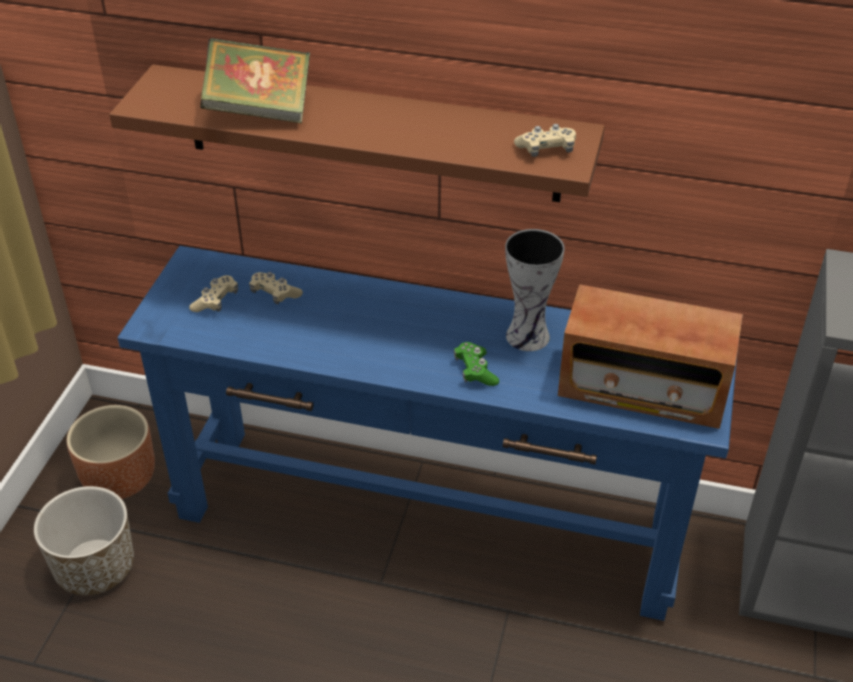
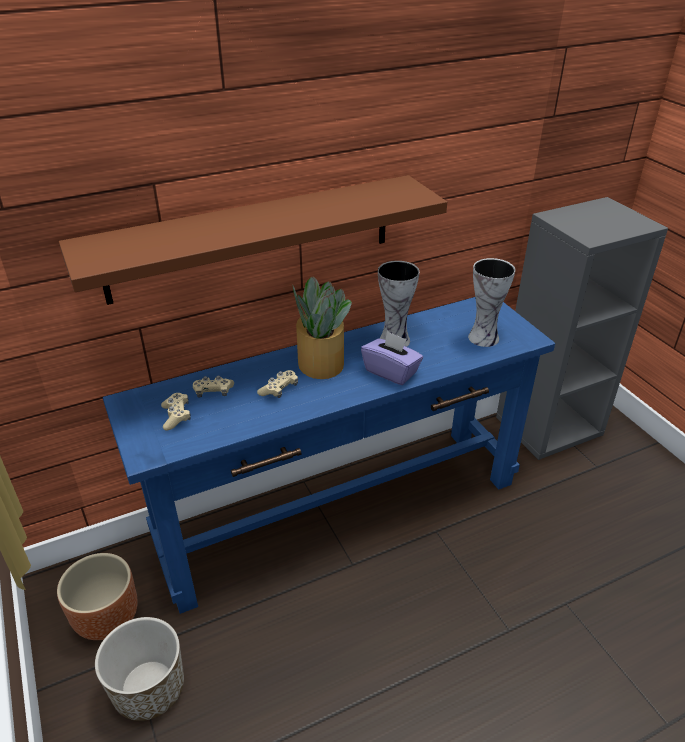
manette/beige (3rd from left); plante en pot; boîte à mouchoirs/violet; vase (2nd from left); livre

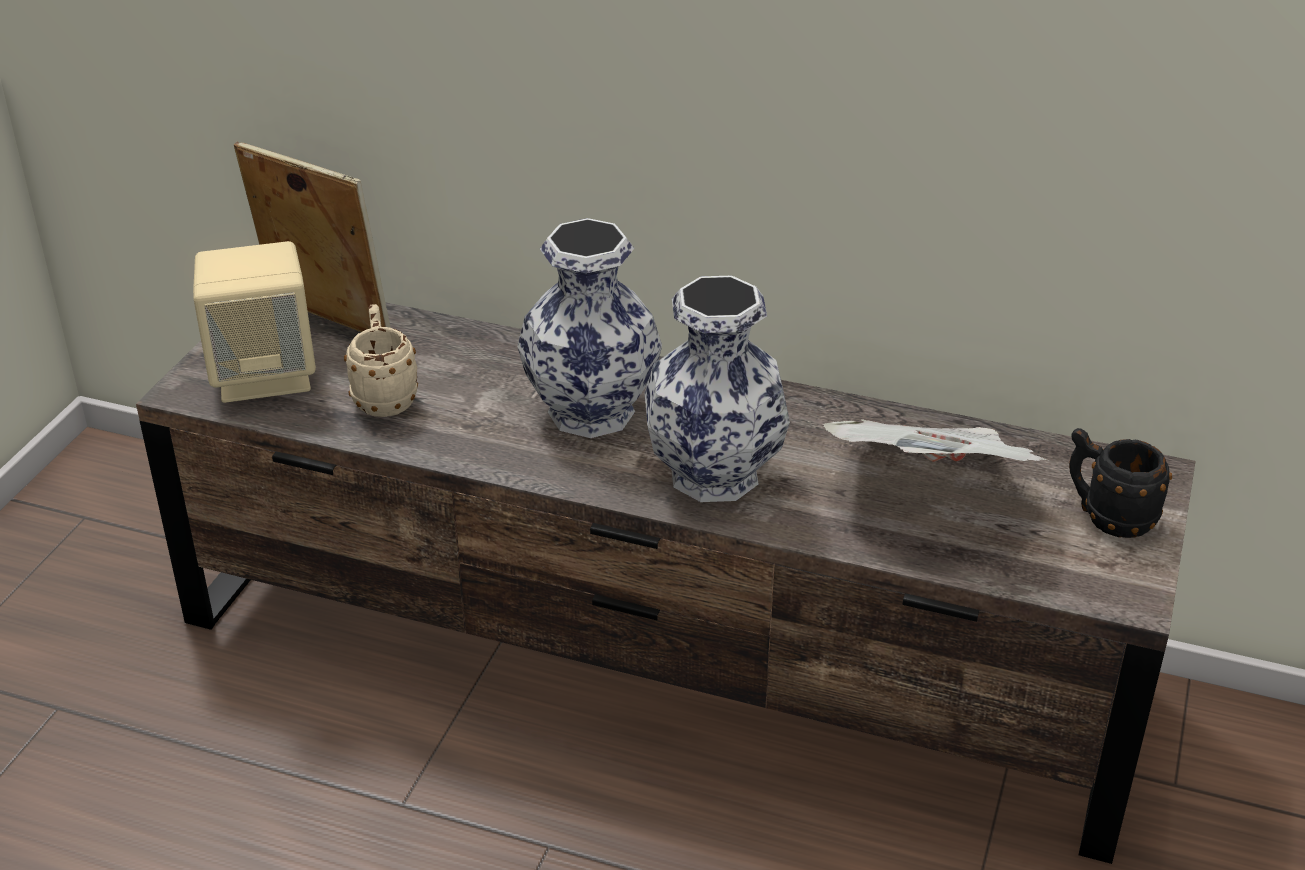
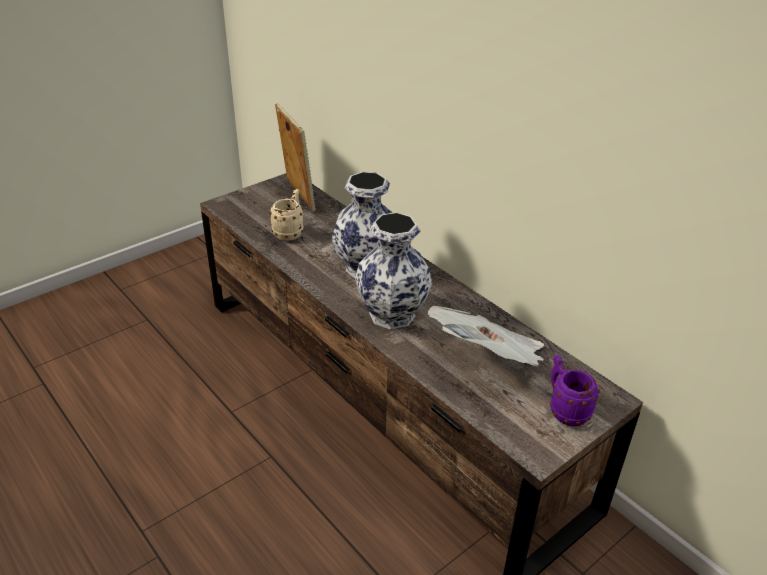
mug/violet; enceinte/beige

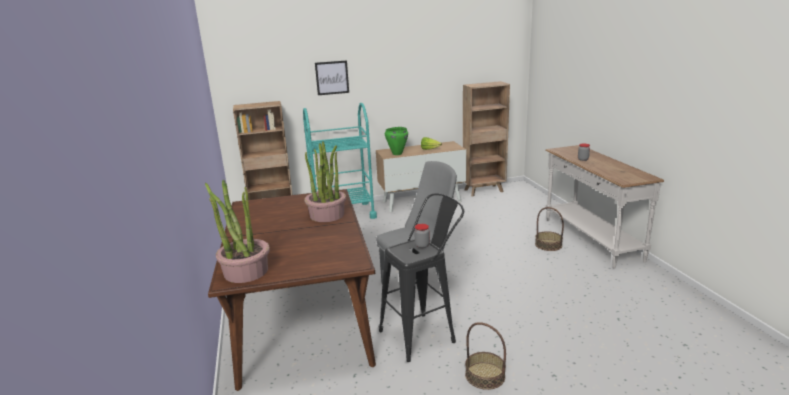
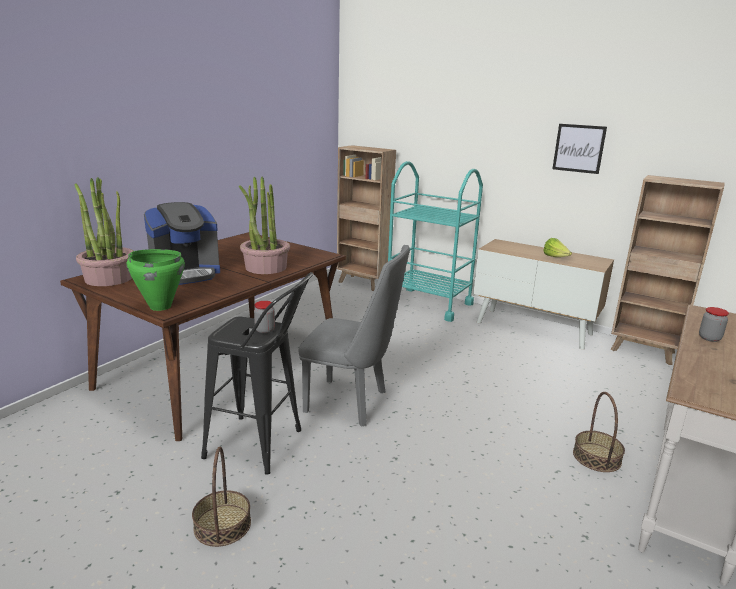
marmite/vert; machine à café; tableau

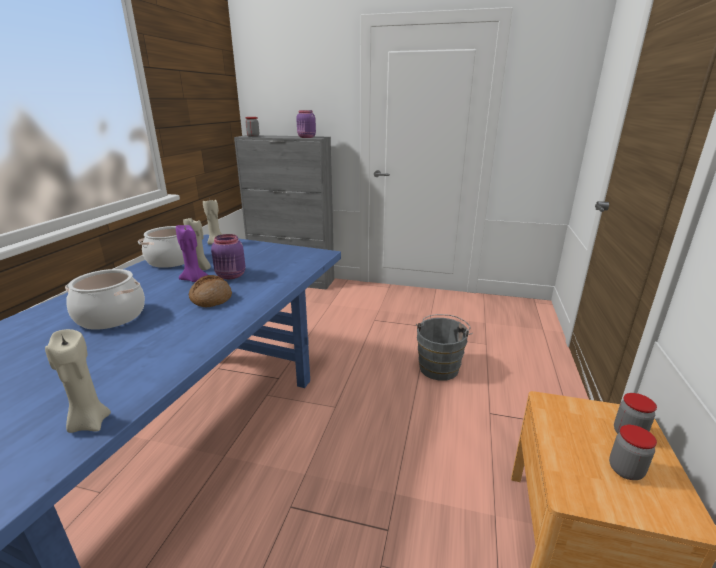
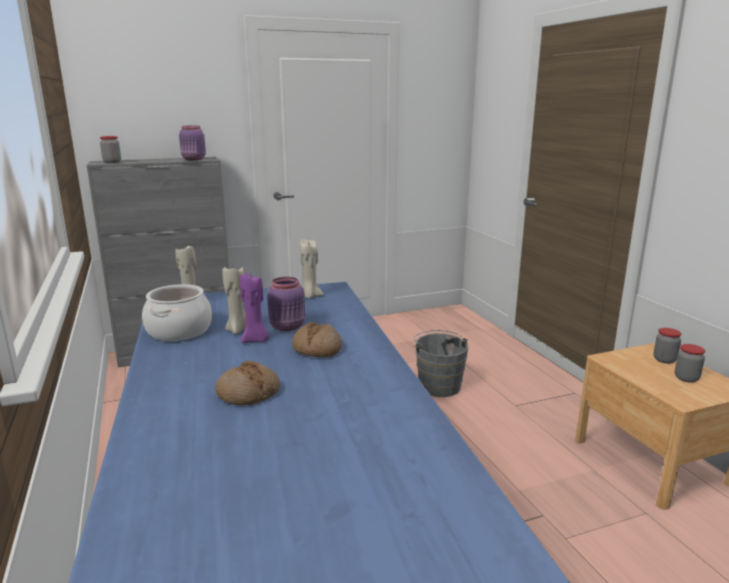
pain (1st from left); bougie/beige (3rd from left)

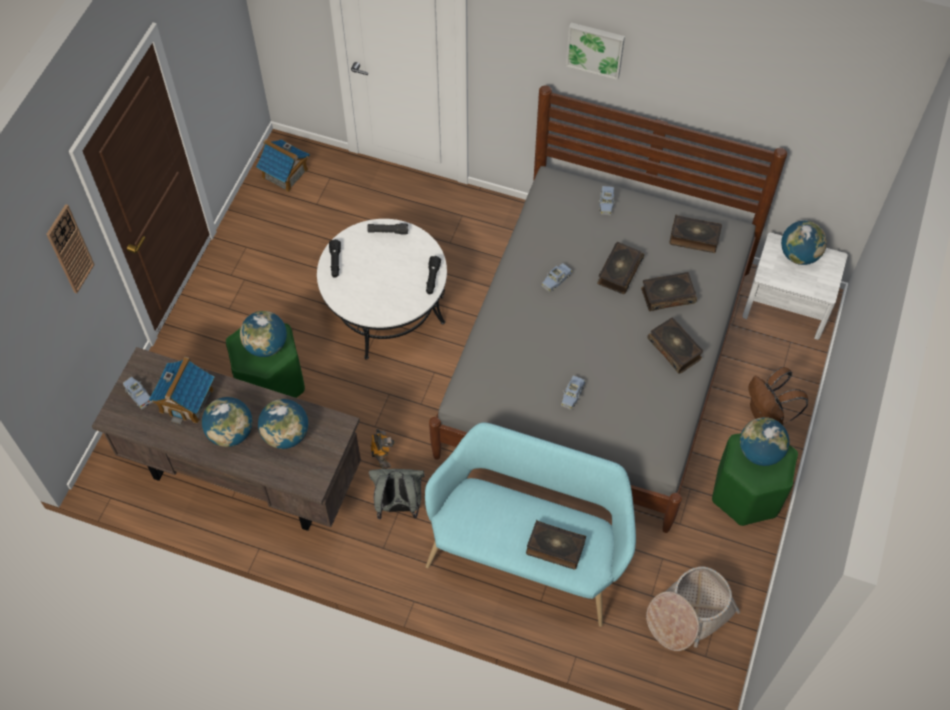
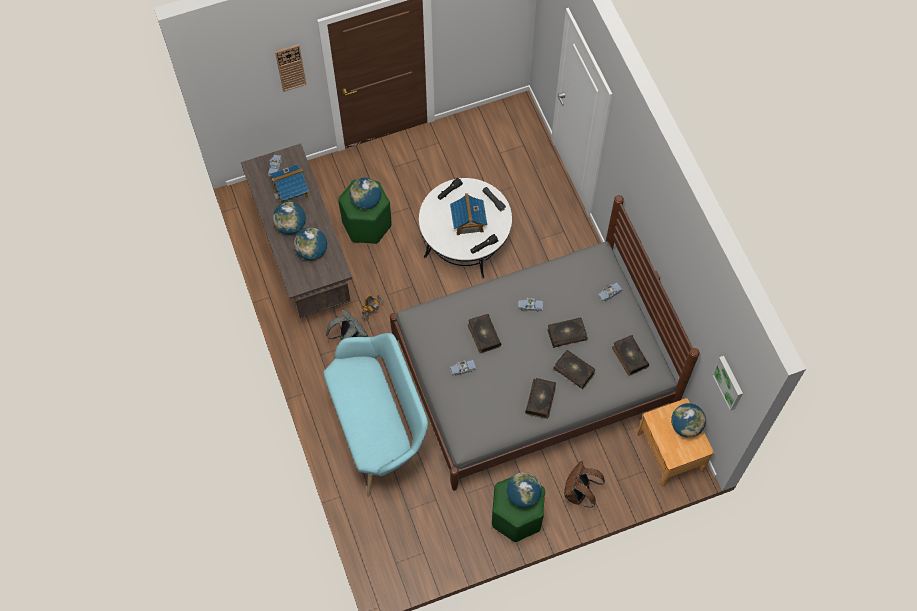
maison miniature (2nd from left); livre (1st from left); table de chevet/marron; tableau; panier

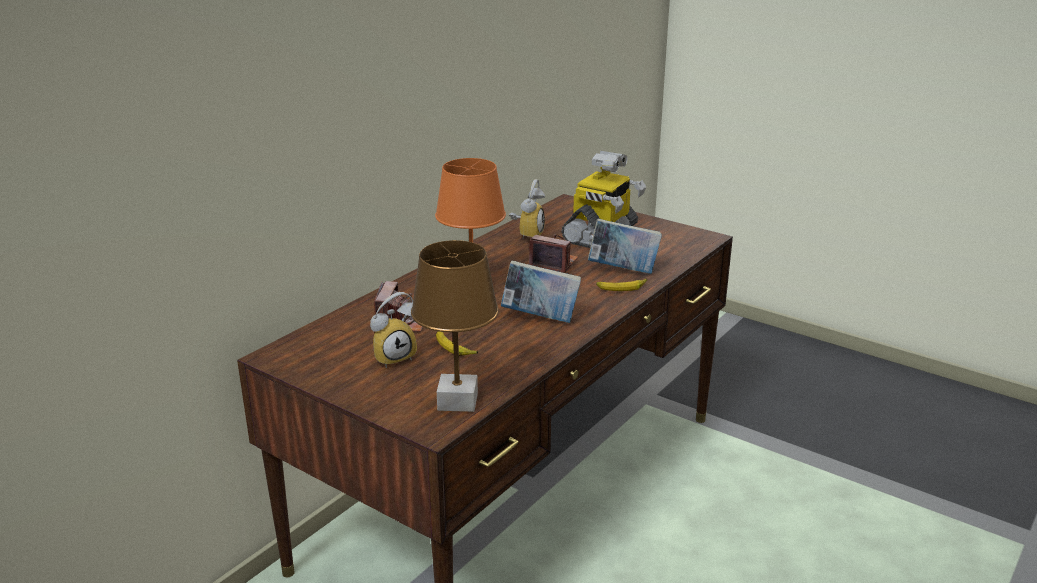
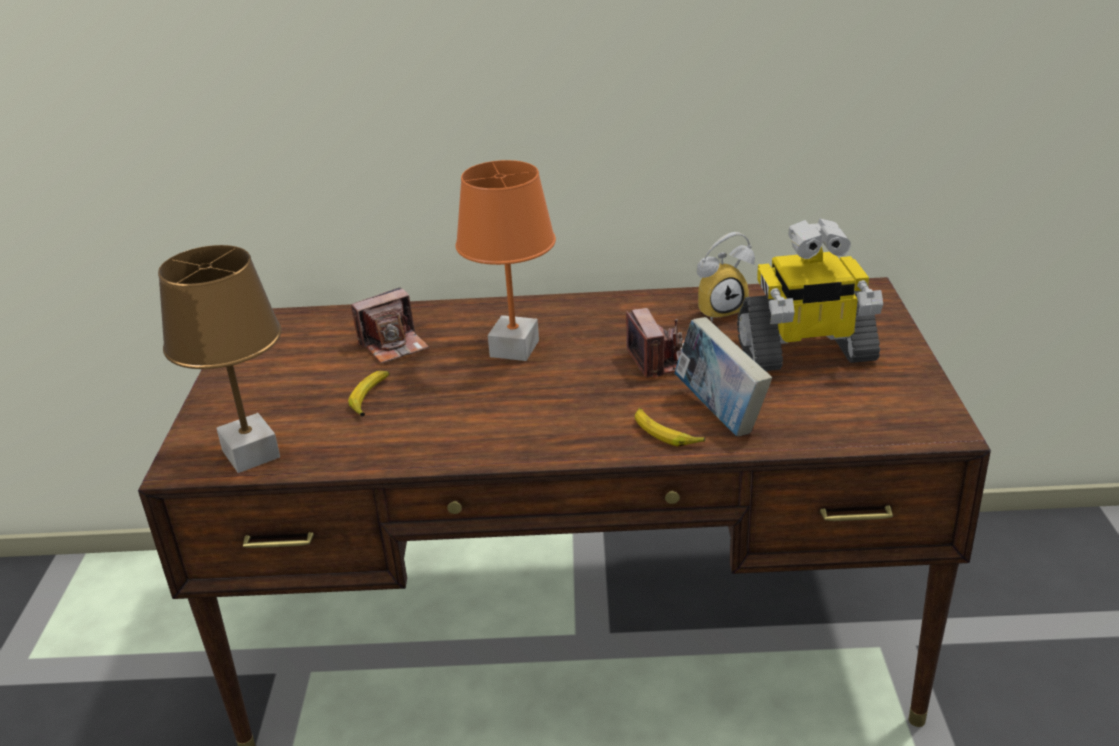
réveil (1st from left in the first image); livre (1st from left in the first image)

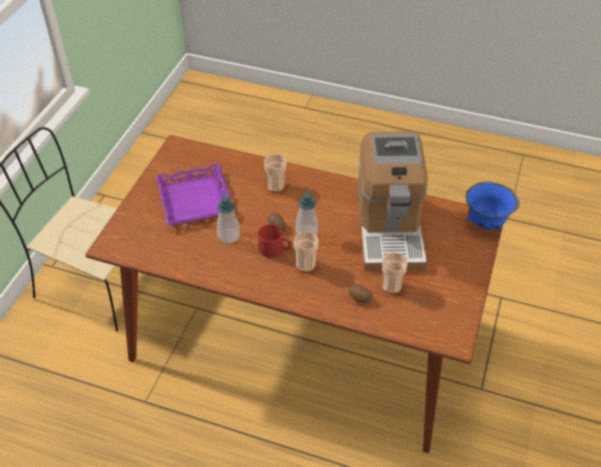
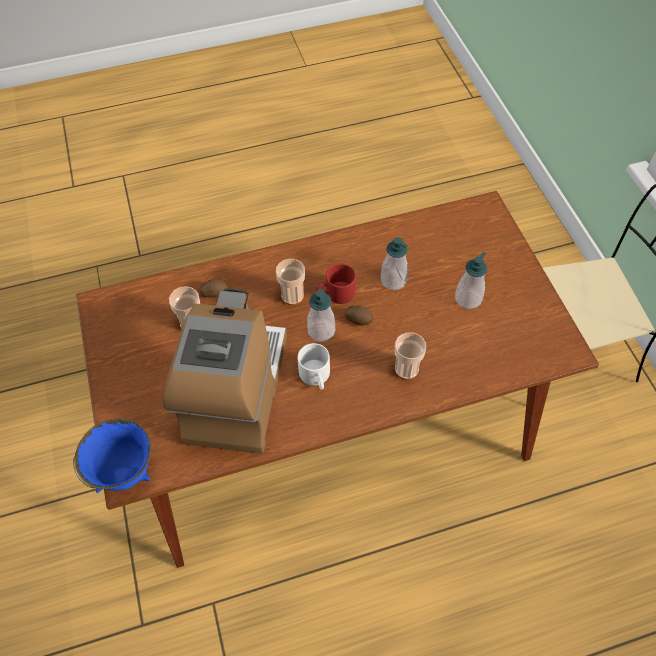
machine à café; mug/blanc; distributeur de savon (3rd from left)

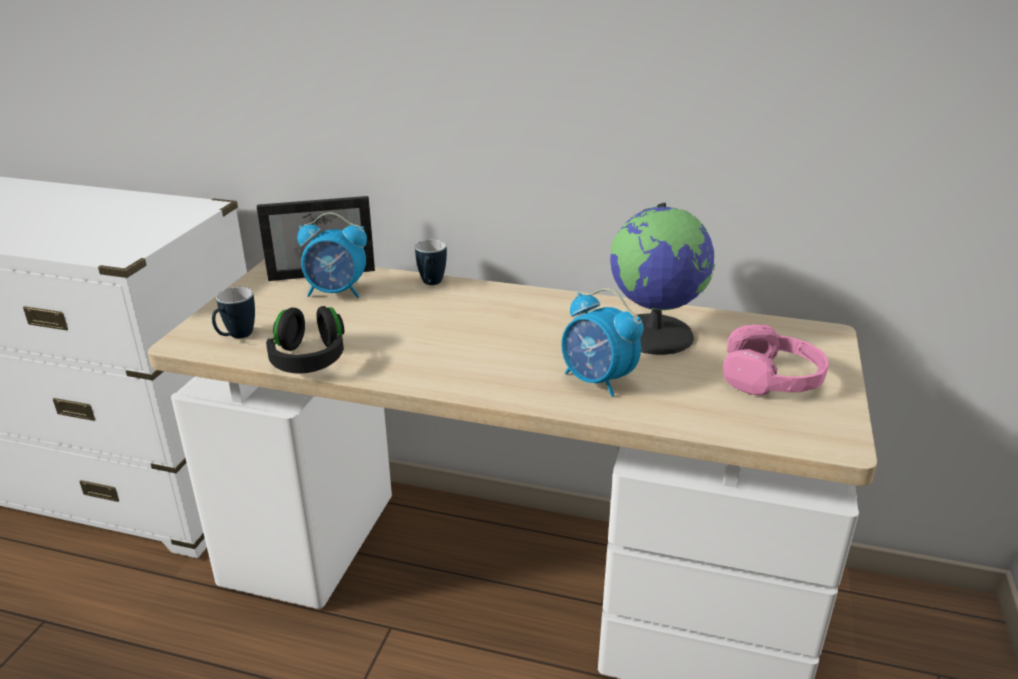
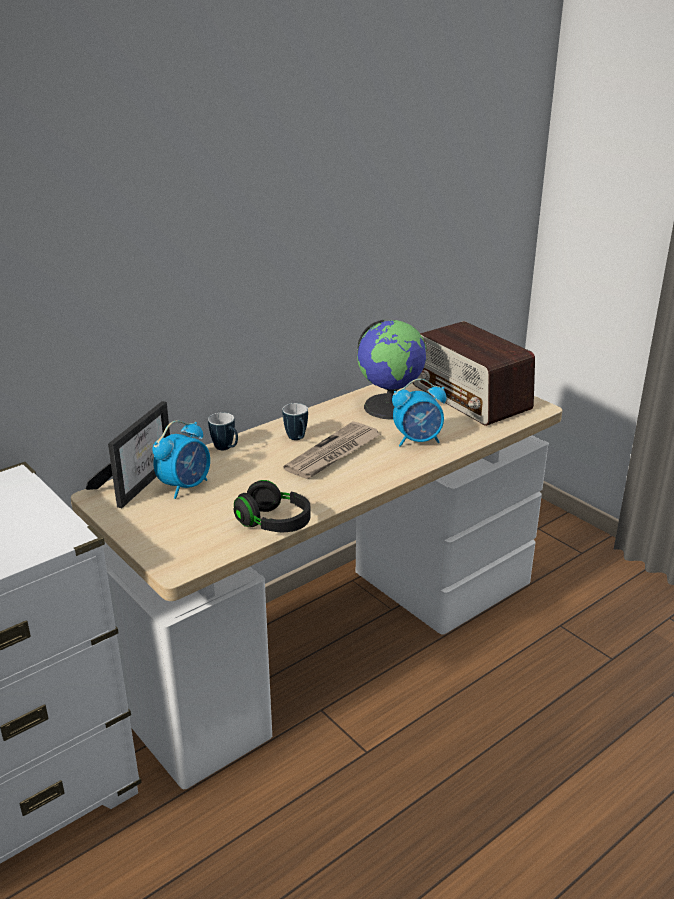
mug (2nd from left); journal; radio

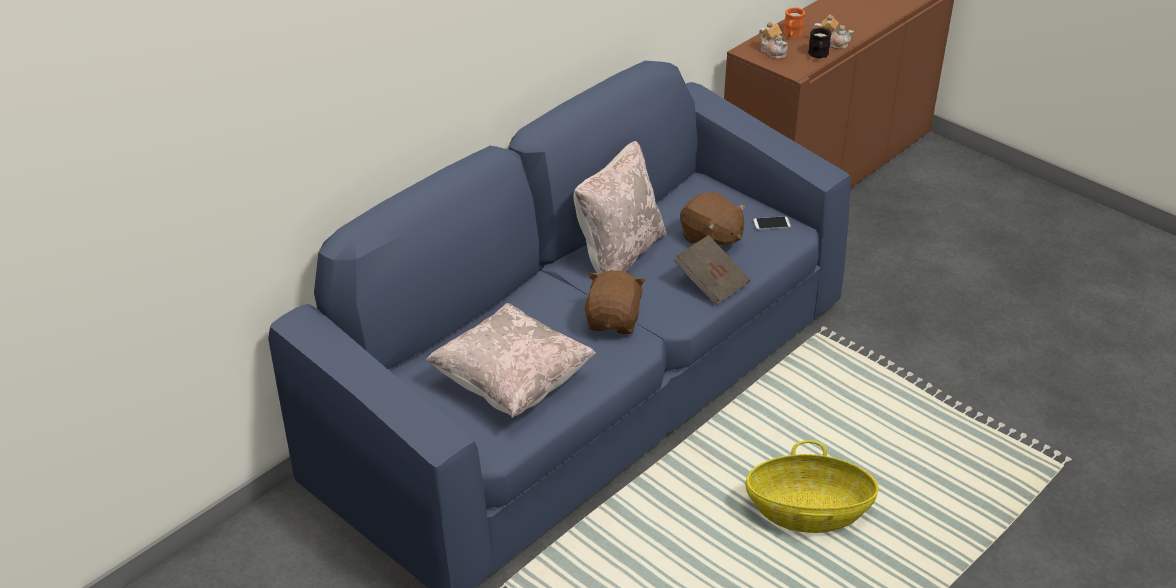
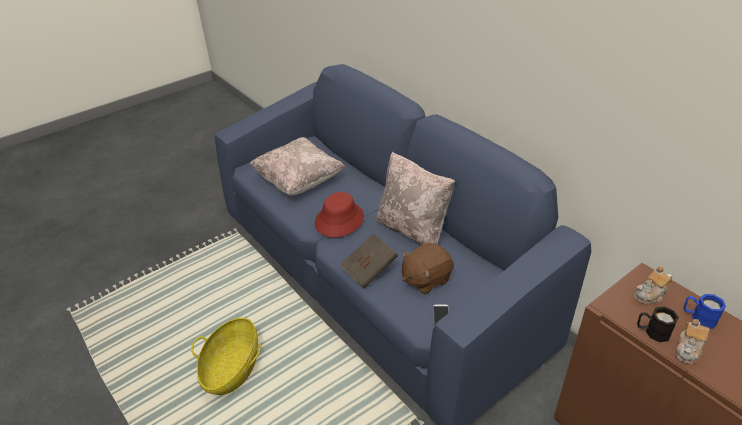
chapeau/rouge; mug/bleu

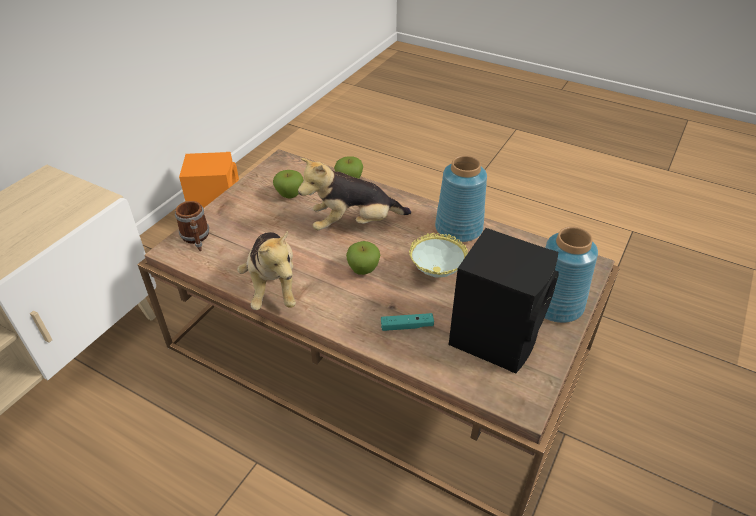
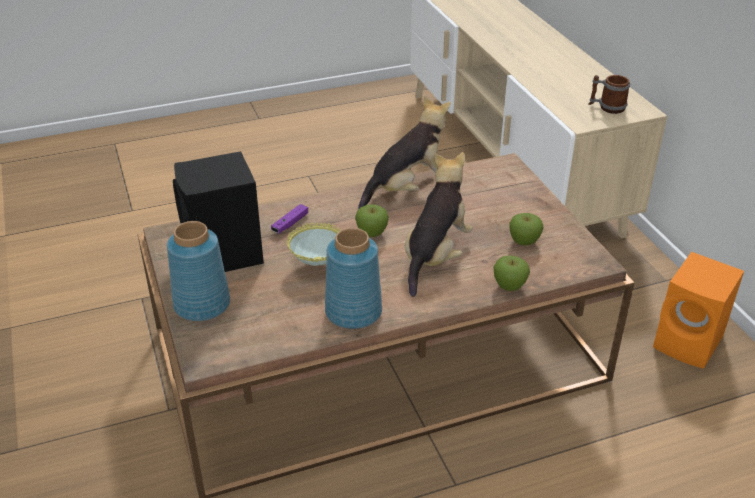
manette/violet; peluche (1st from left); mug

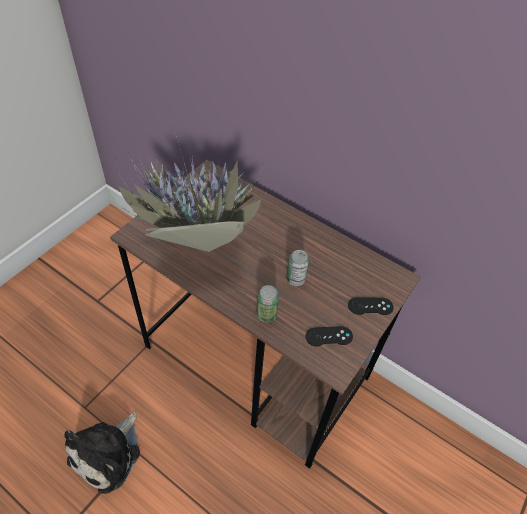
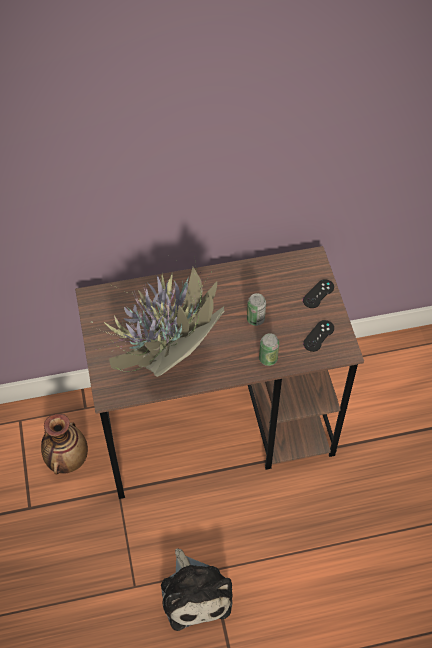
vase

